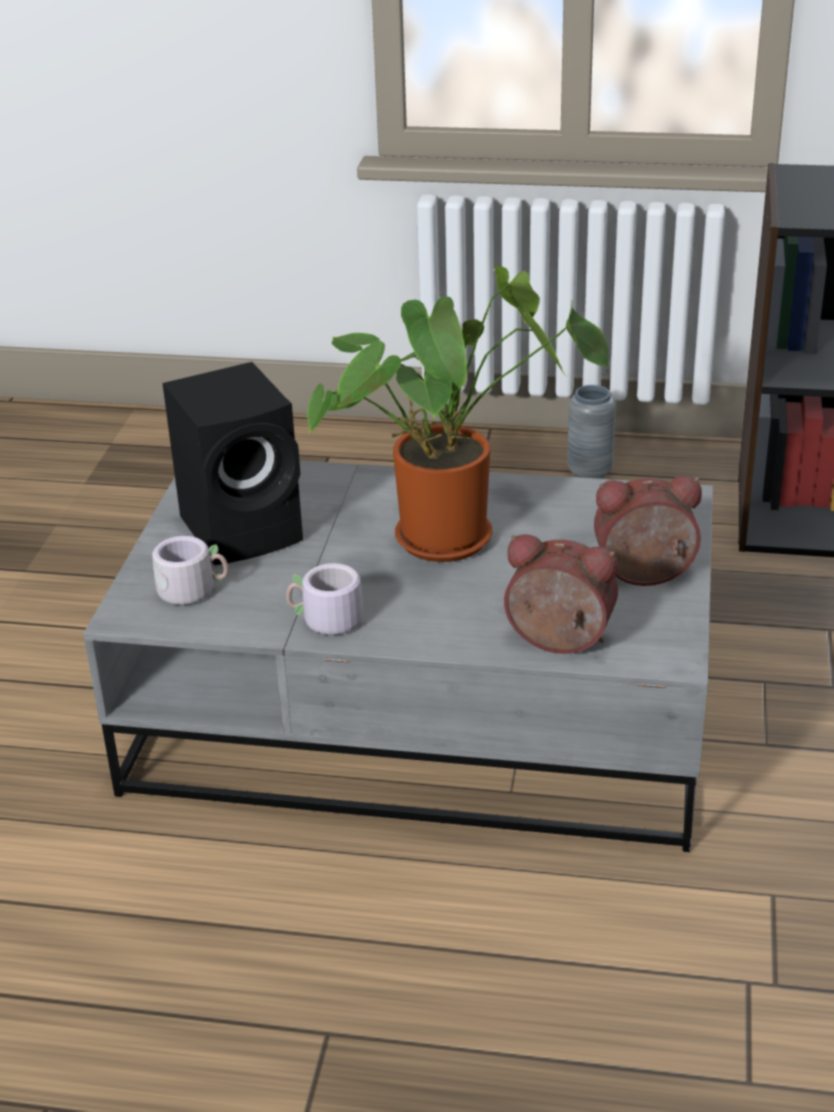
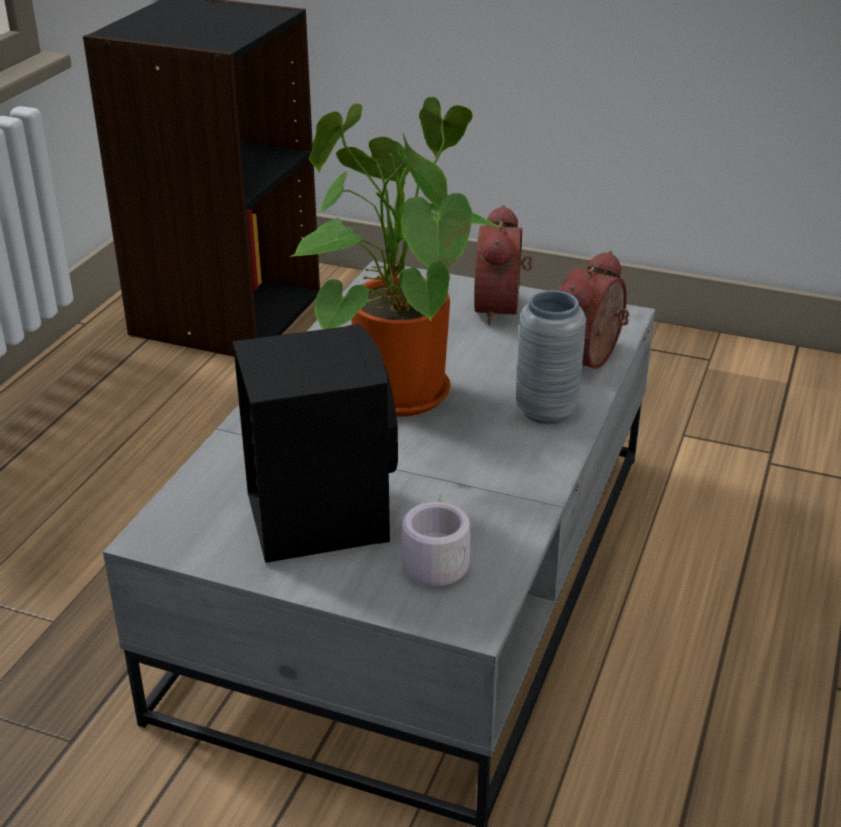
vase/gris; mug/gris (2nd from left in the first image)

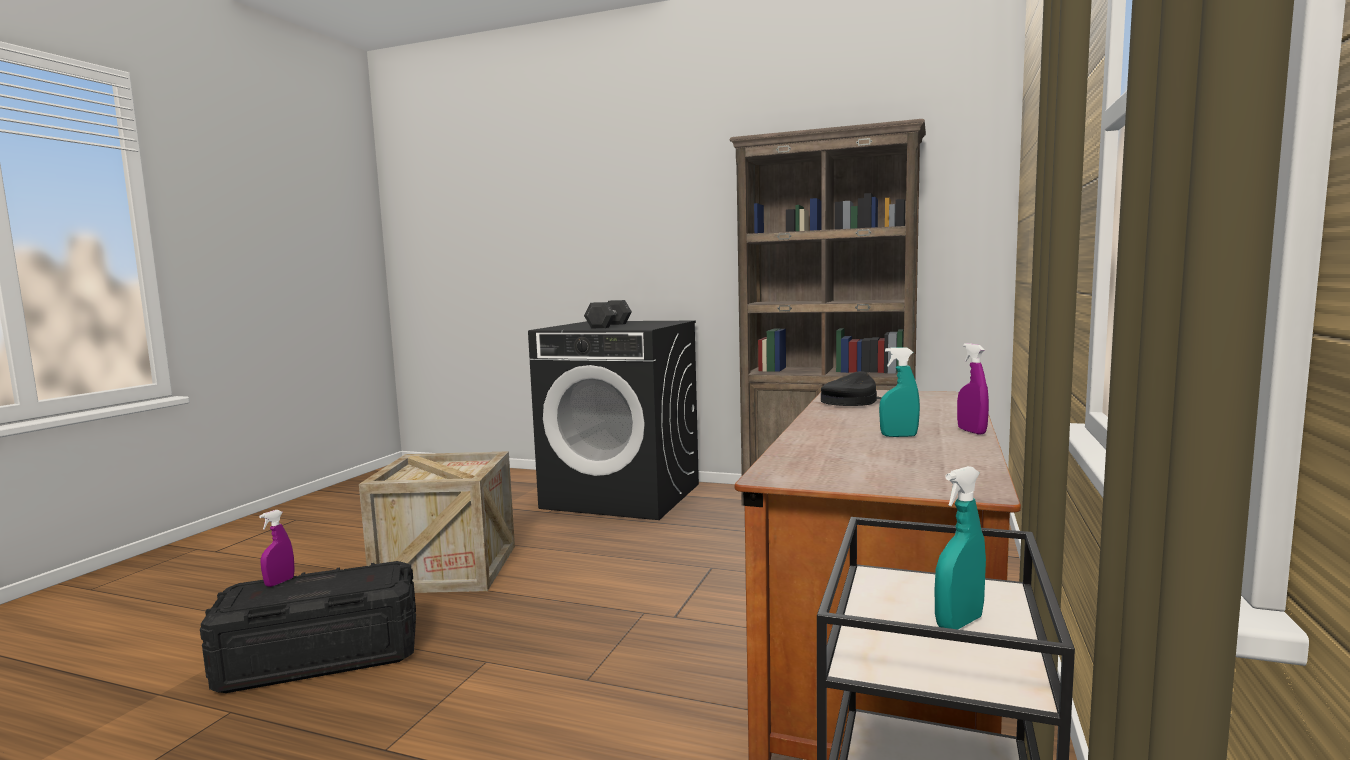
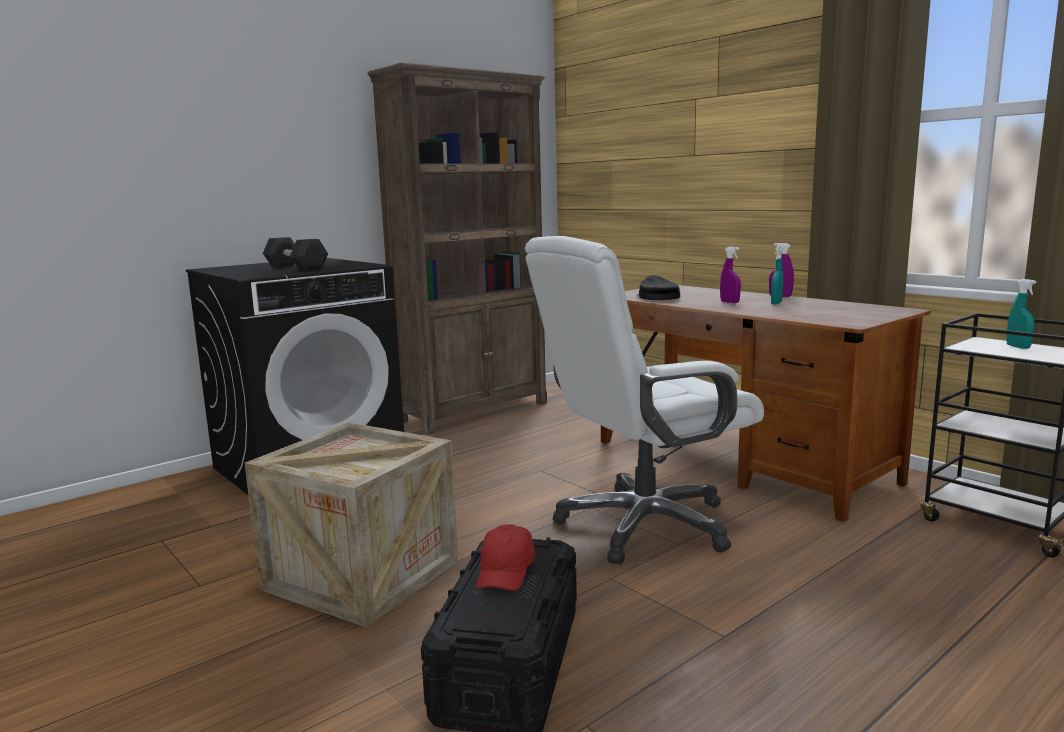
casquette/rouge; chaise de bureau/blanc; vaporisateur/violet (1st from left)

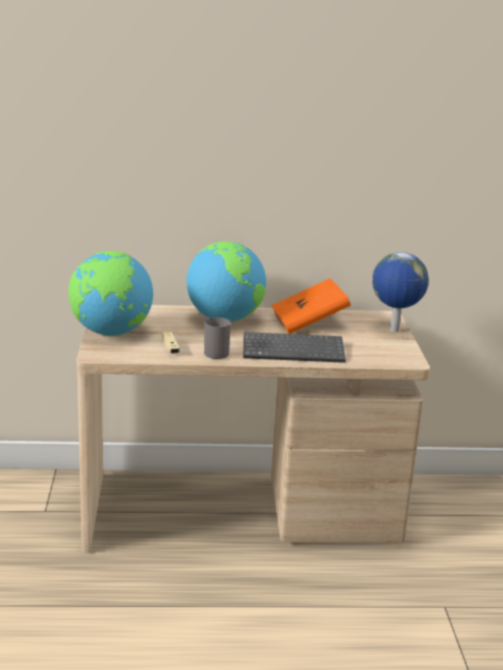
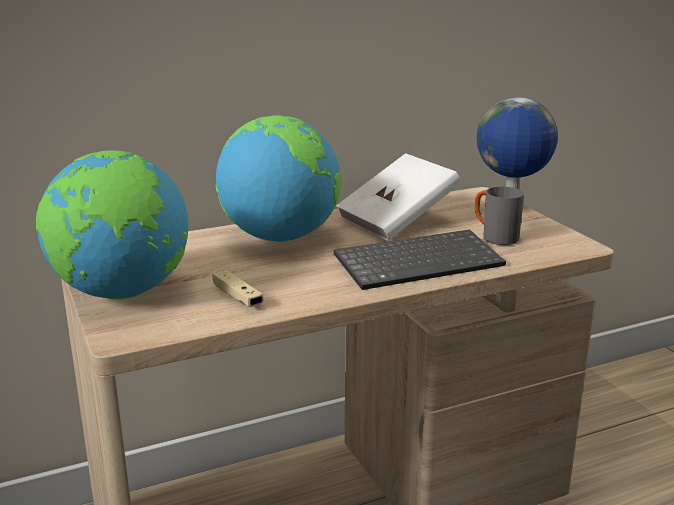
livre/blanc; mug/gris

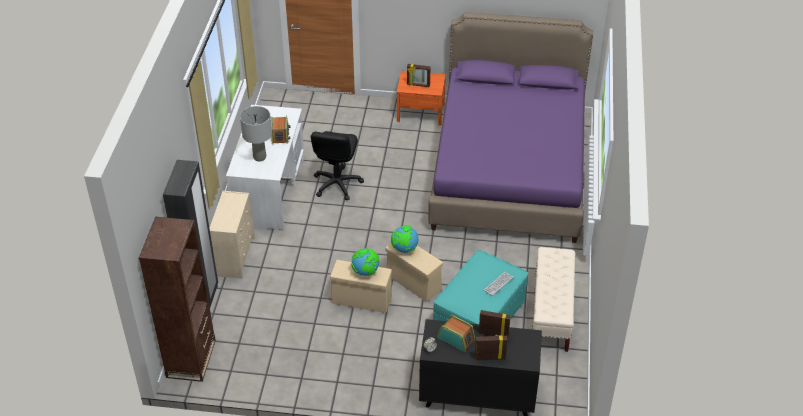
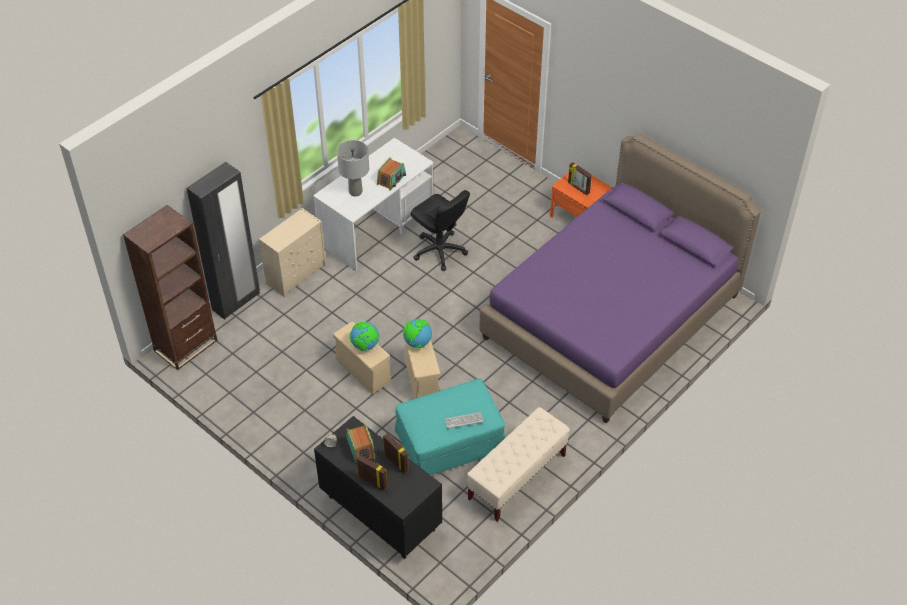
chaise de bureau/noir

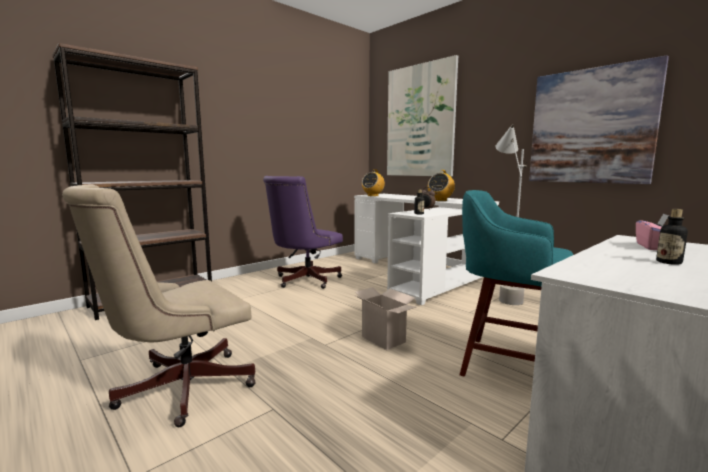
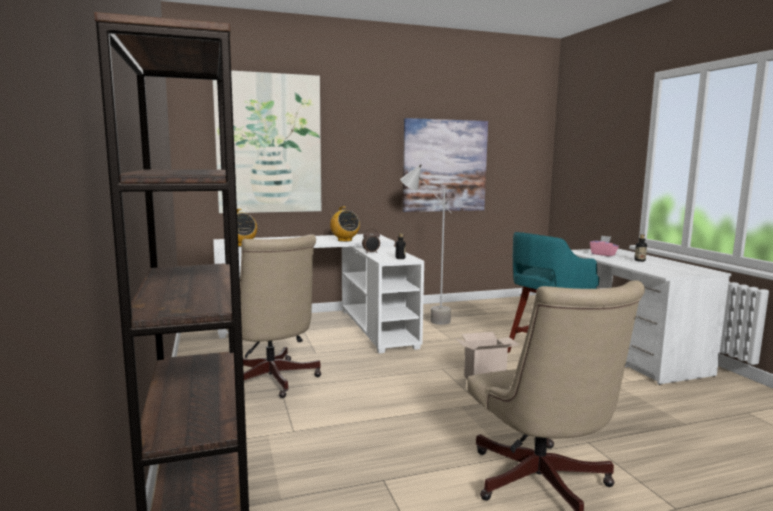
chaise de bureau/beige (1st from left)

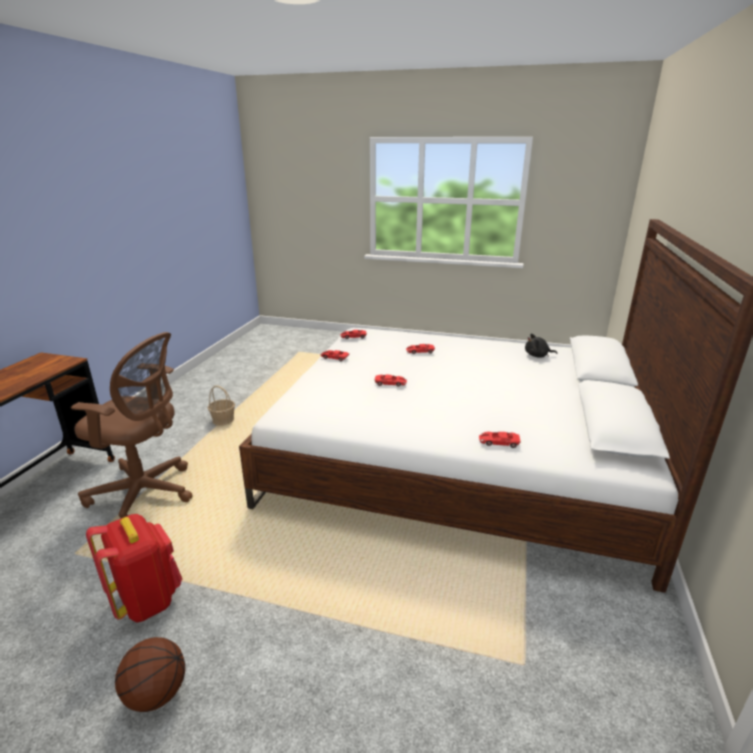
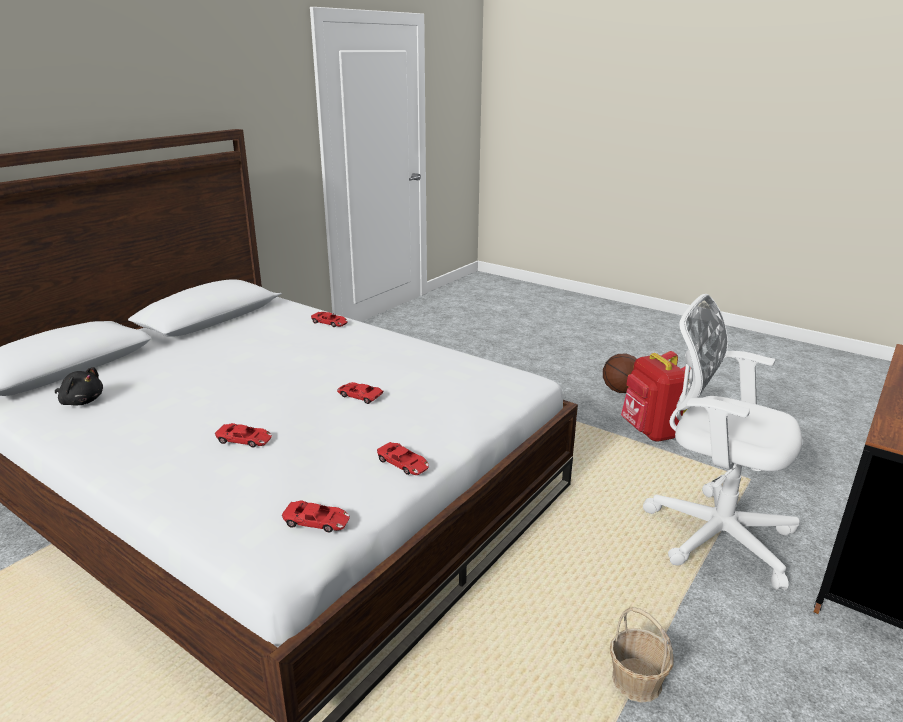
chaise de bureau/blanc

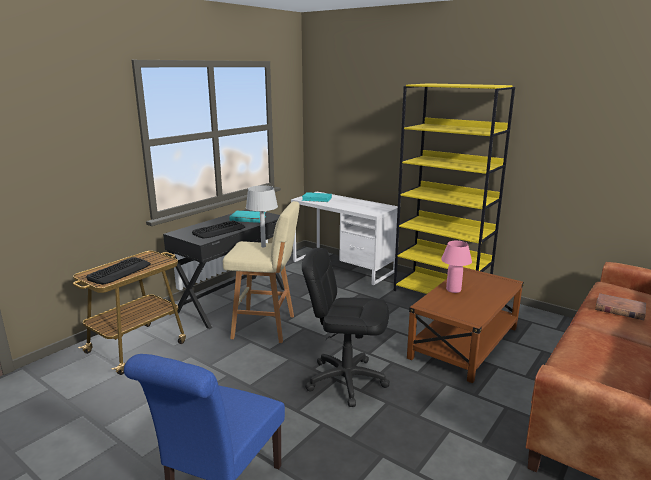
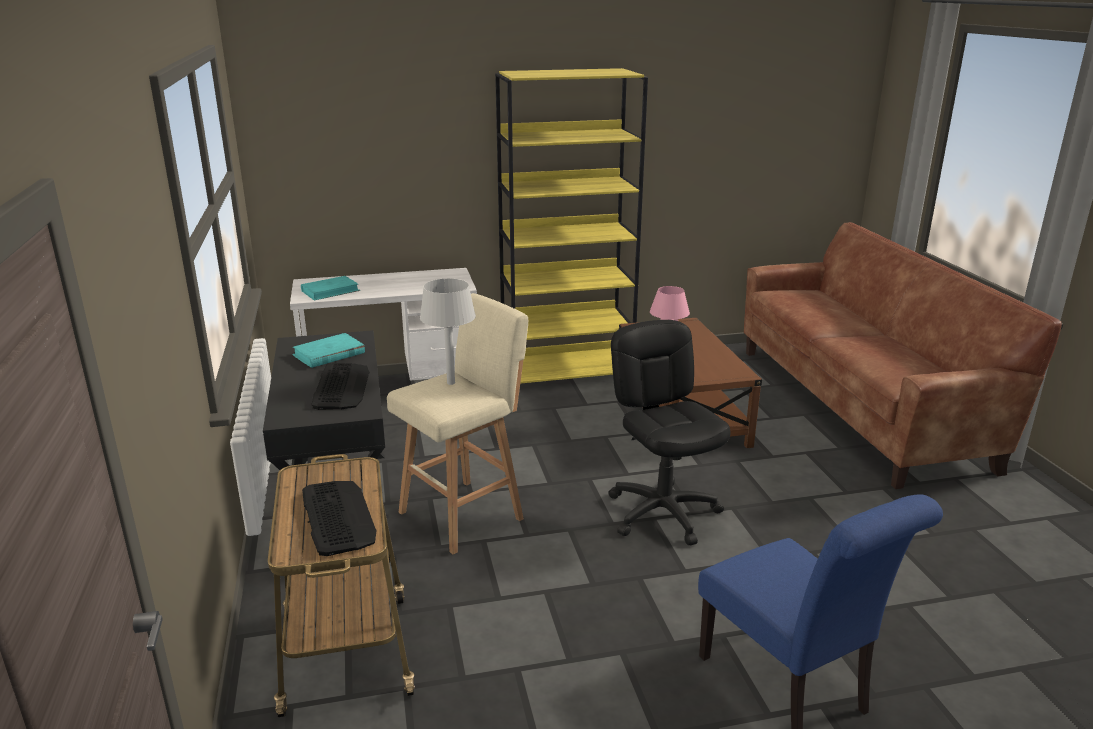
chaise de bureau/noir; livre/marron

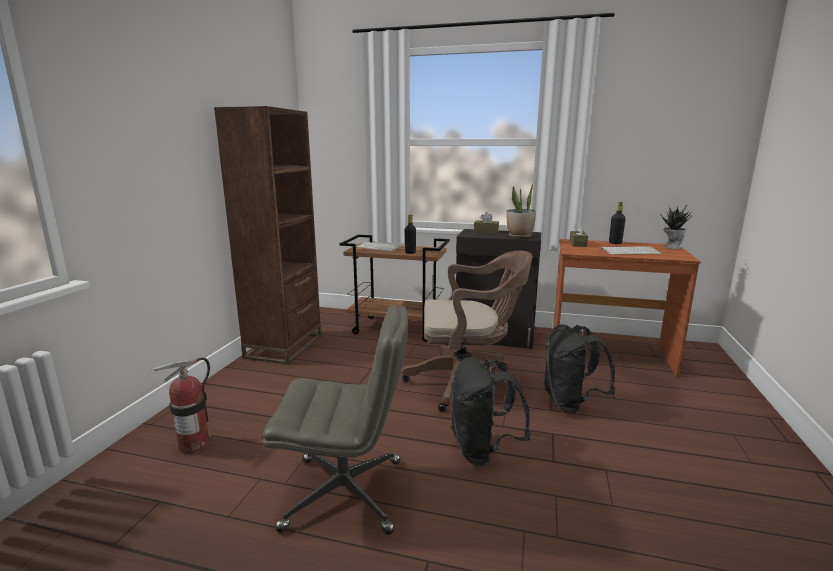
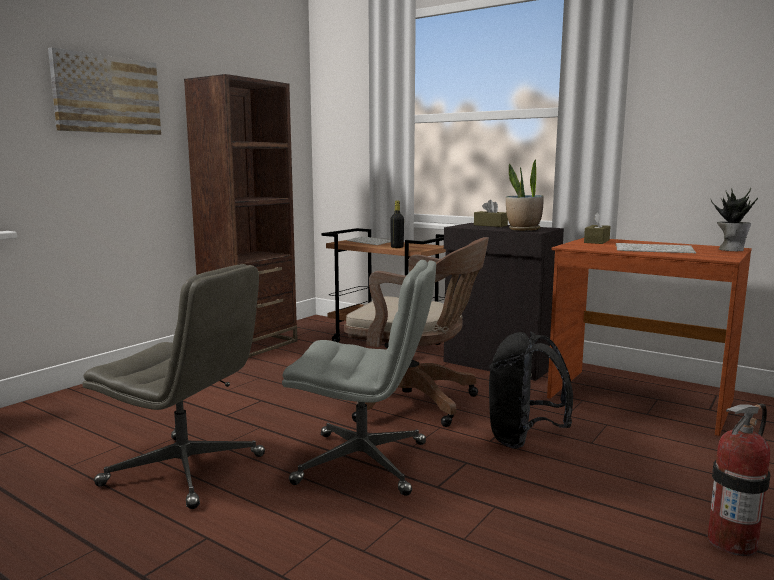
tableau; chaise de bureau/gris (2nd from left); extincteur; bouteille/noir (2nd from left in the first image)

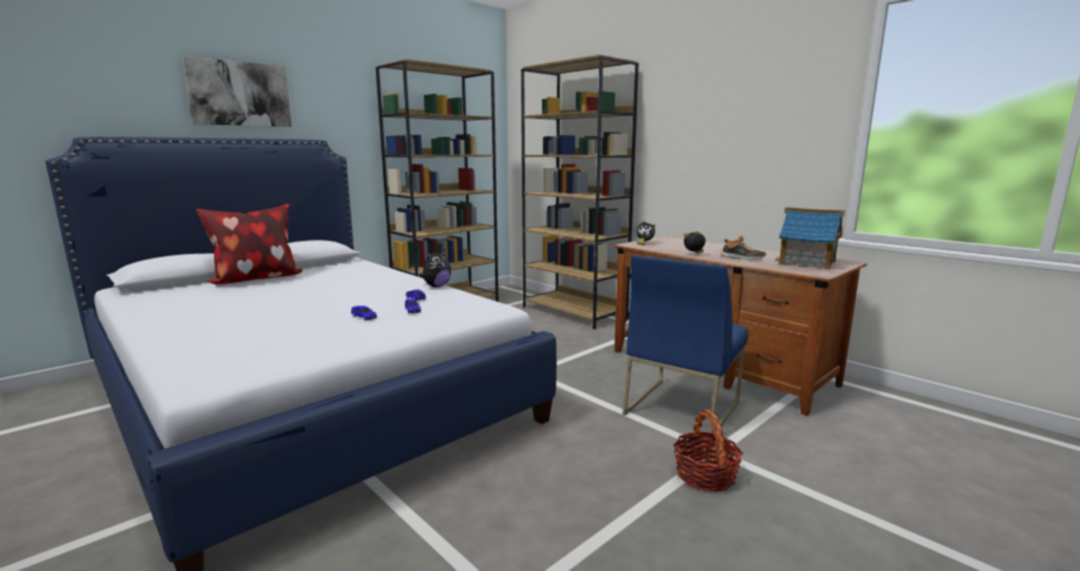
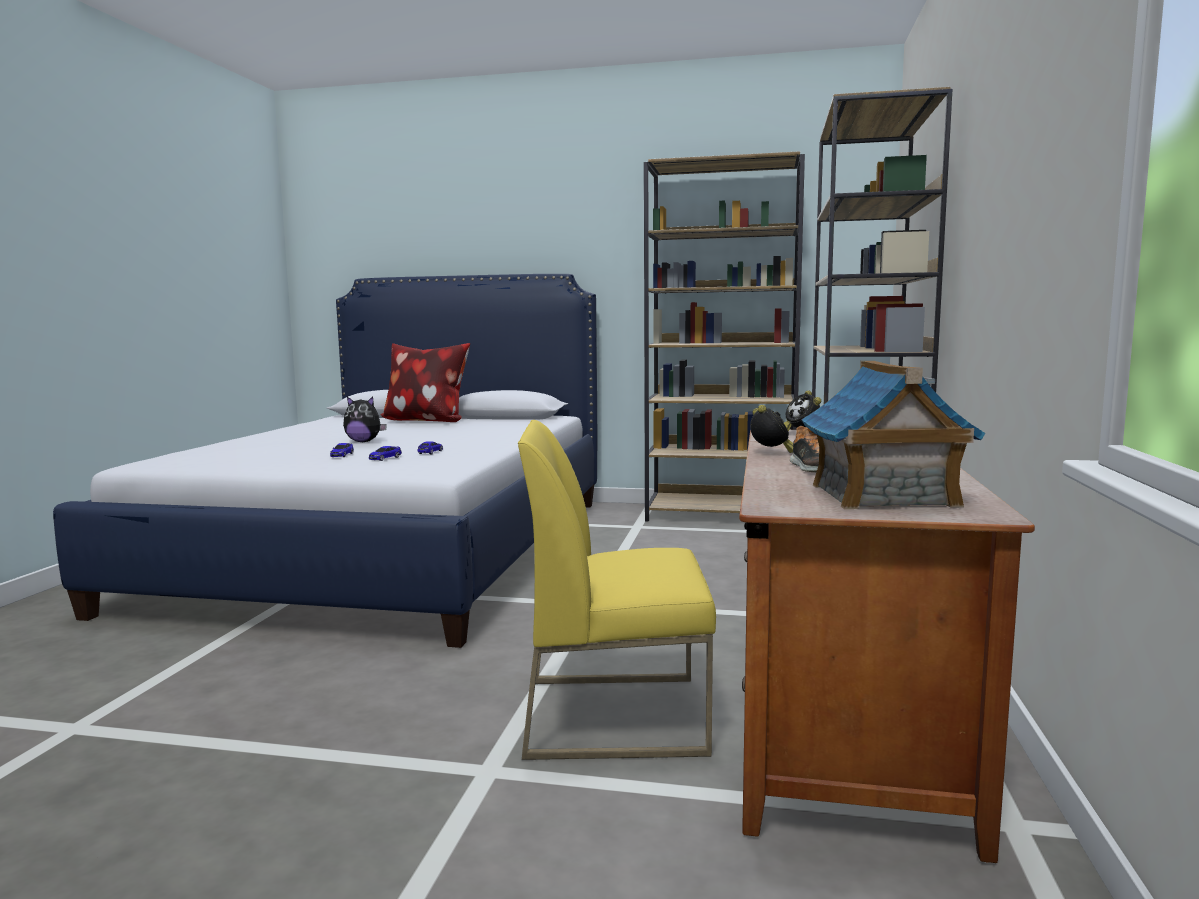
peluche; chaise/jaune; tableau; panier

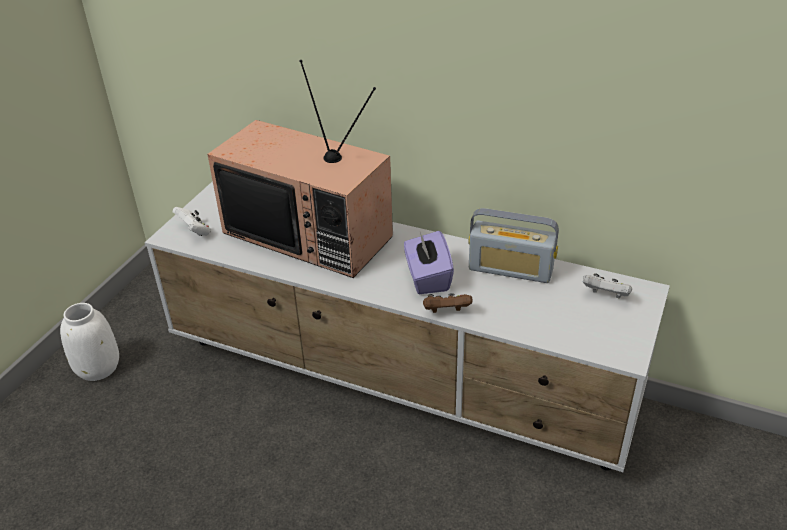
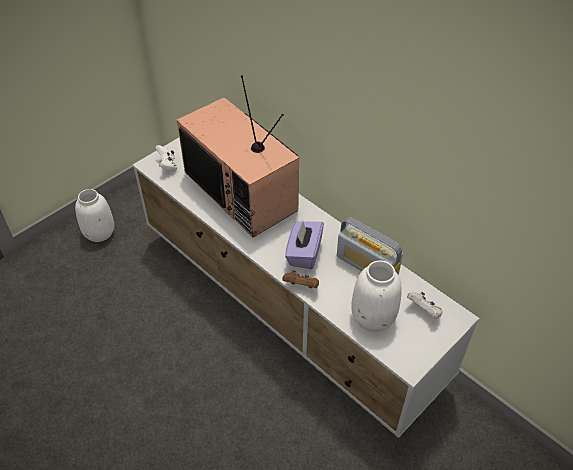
vase/blanc (2nd from left)

